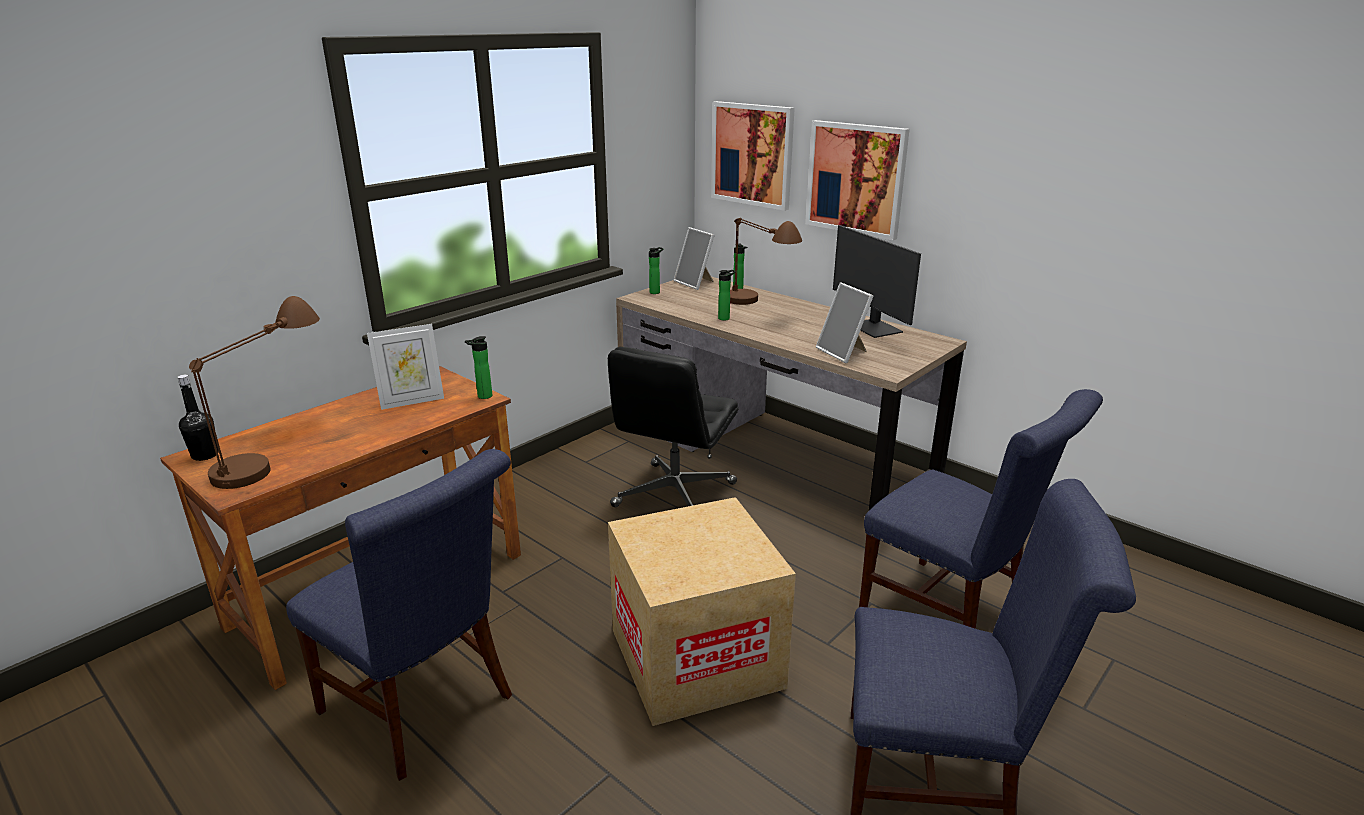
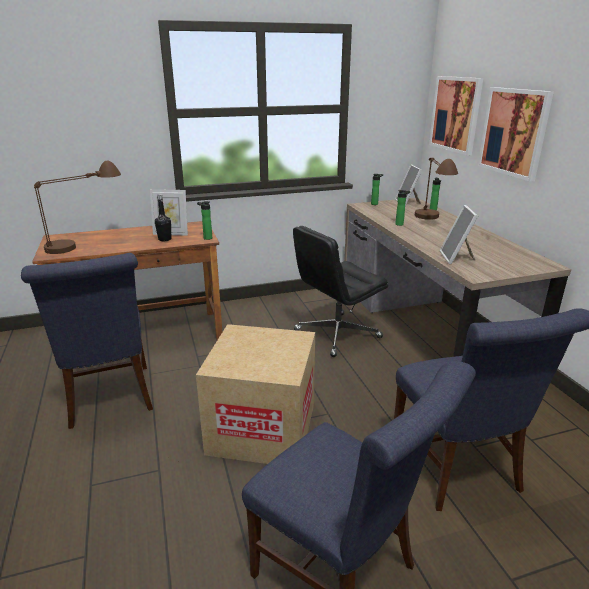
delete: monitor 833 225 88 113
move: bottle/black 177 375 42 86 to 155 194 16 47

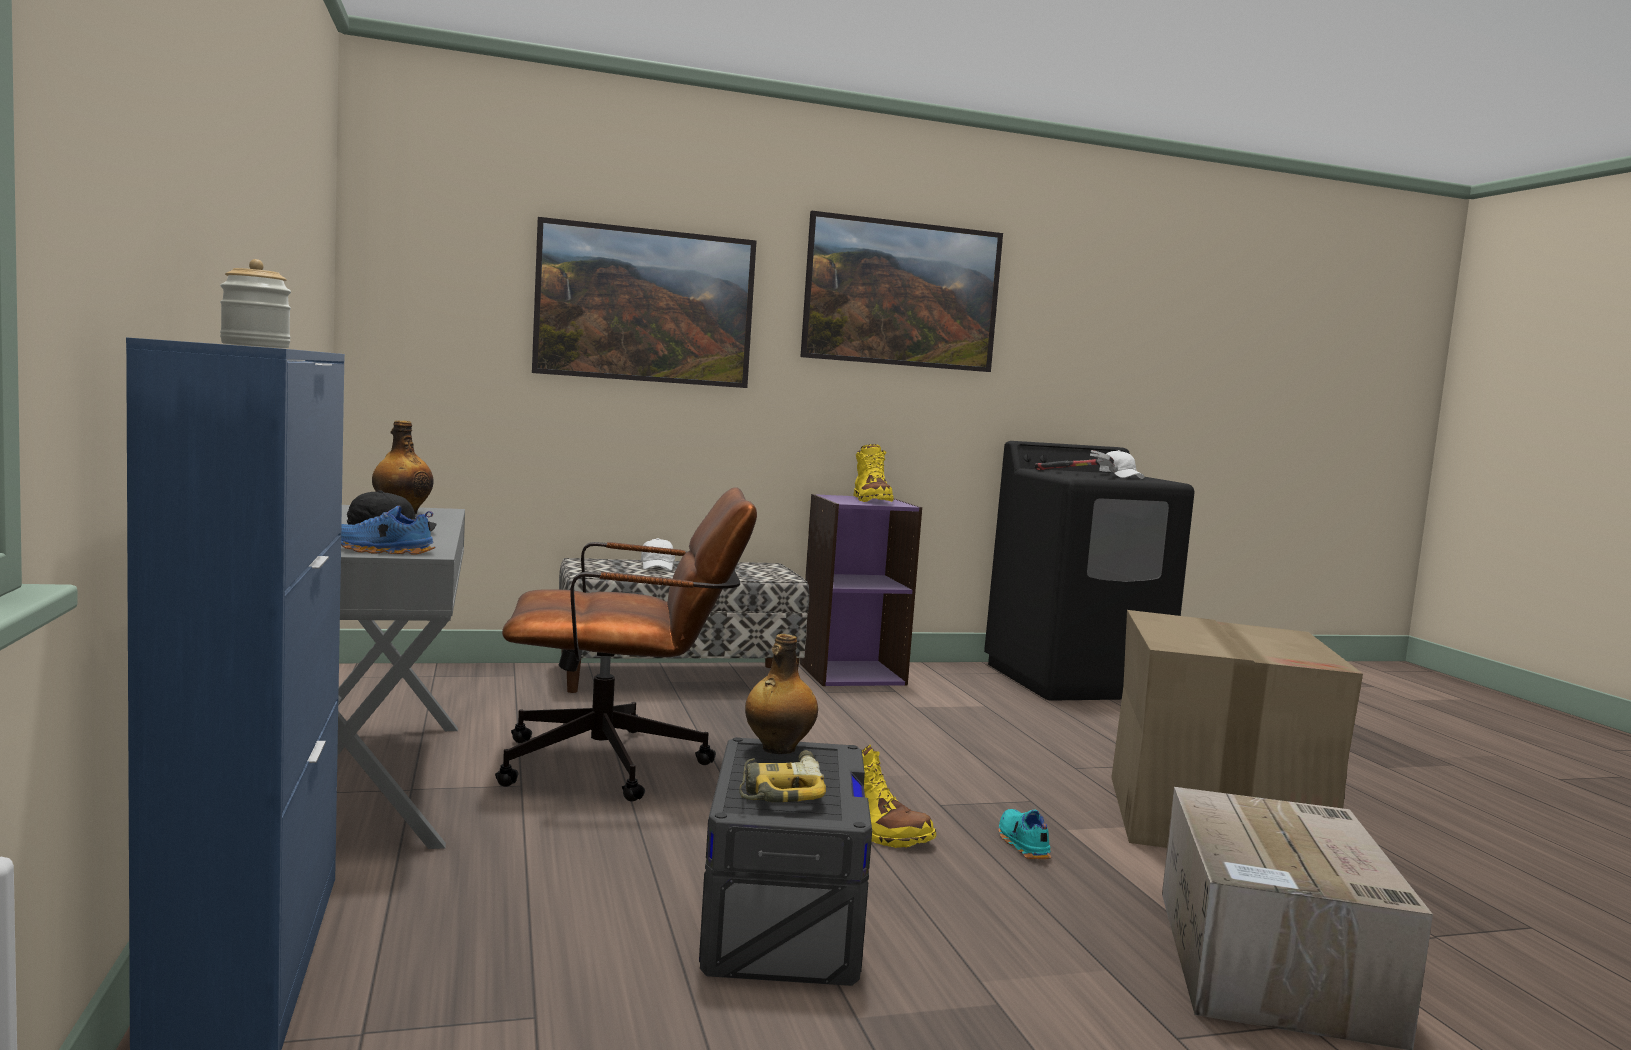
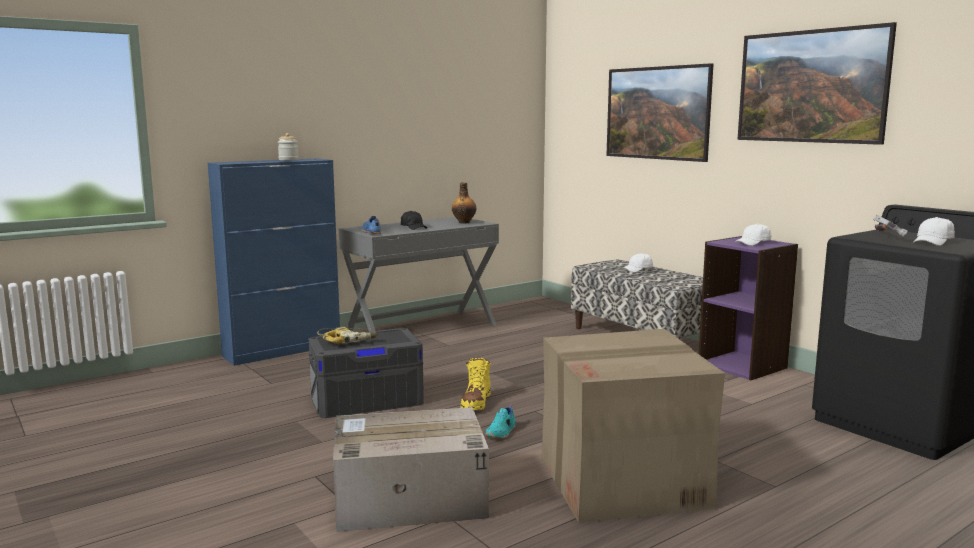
delete: office chair/brown 495 487 262 315; bottle 745 634 73 120
replace: boot/yellow 853 444 41 58 to cap/white 735 224 36 22
rotate: shoe/turquoise 999 809 52 50 = 485 405 31 34 150 degrees clockwise

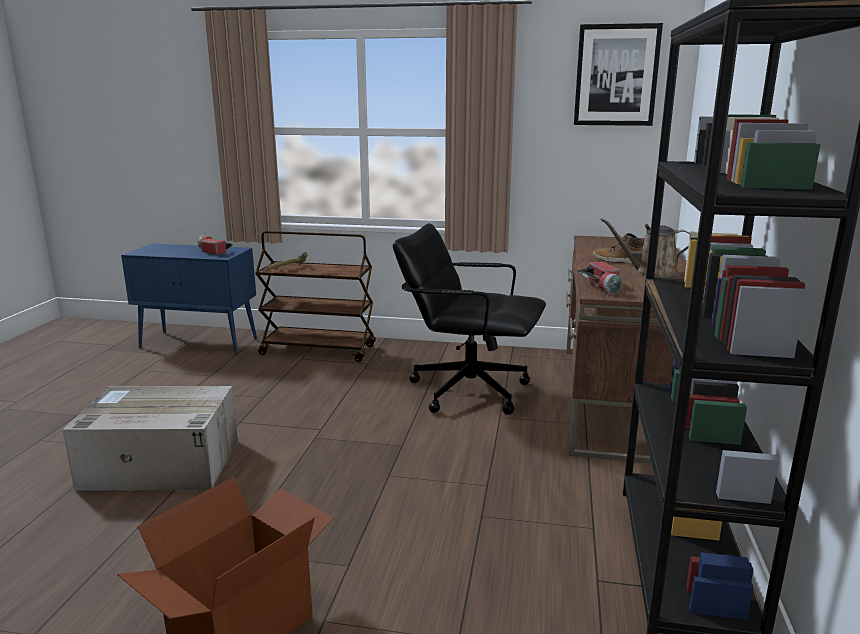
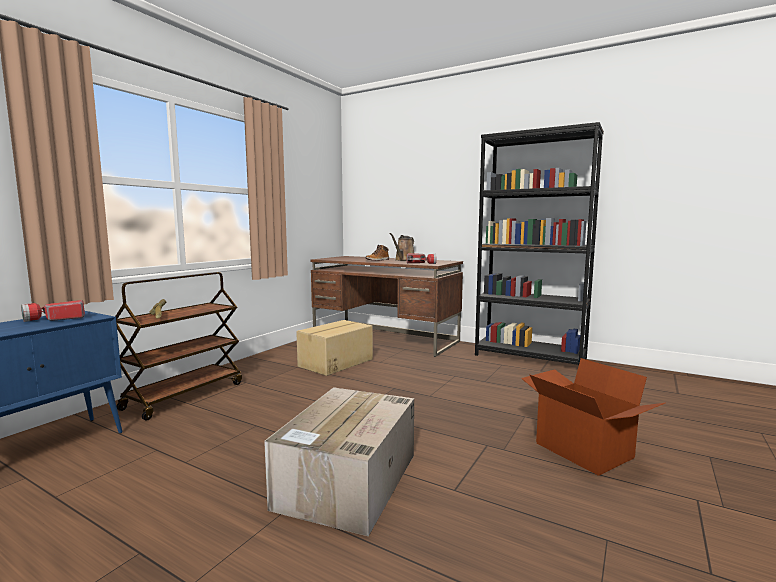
delete: picture 574 23 89 103
replace: office chair/black 393 223 153 192 to cardboard box 296 320 77 56

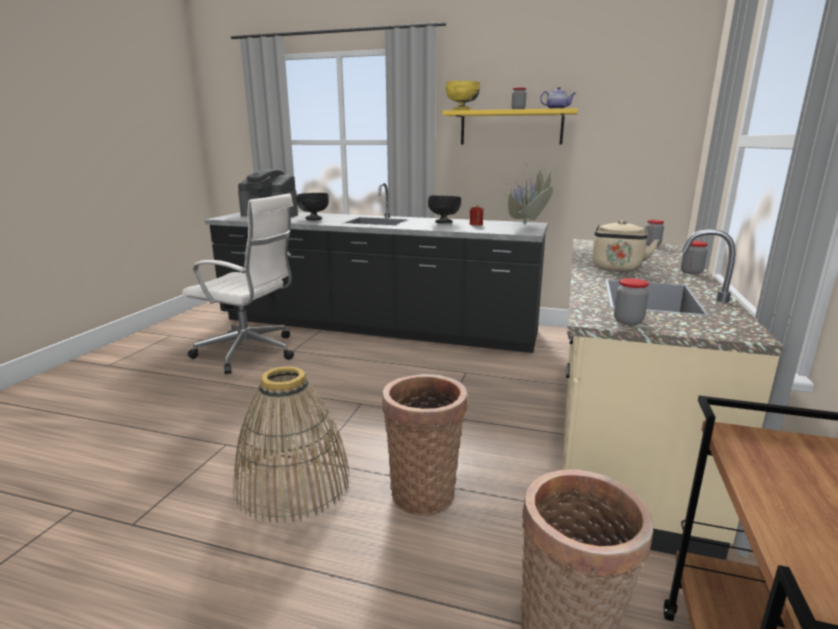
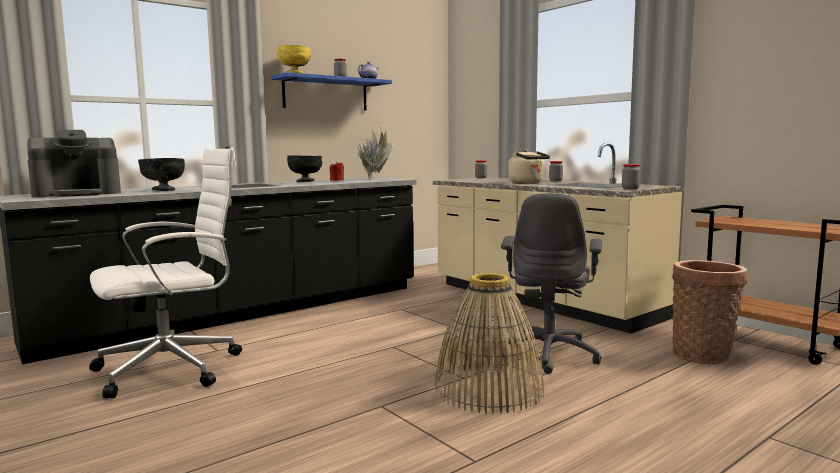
replace: basket 382 374 85 142 to office chair/grey 499 193 103 181
recolor: shelf/yellow 442 108 136 37 to shelf/blue 271 72 121 39

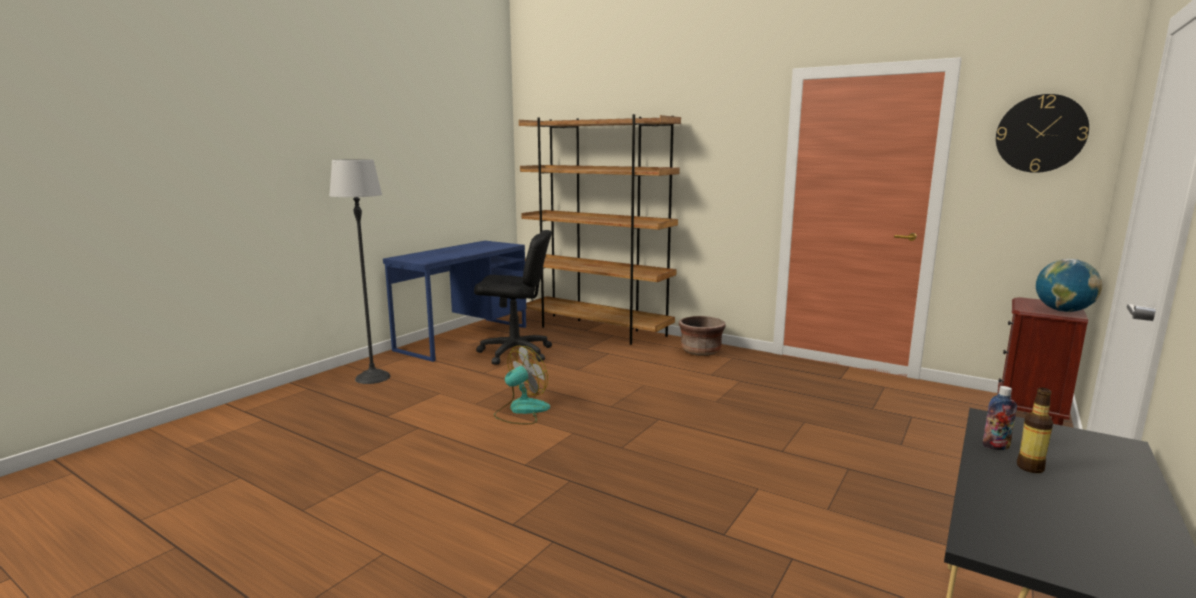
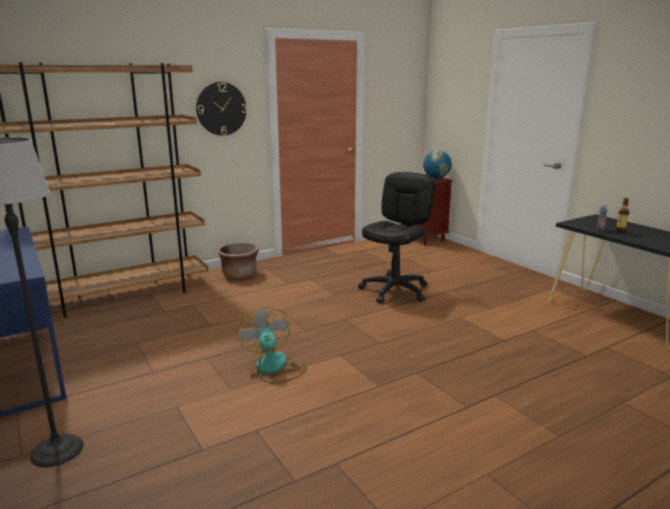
move: office chair/black 474 230 78 135 to 358 172 77 131; wall clock 996 94 93 79 to 196 82 51 54

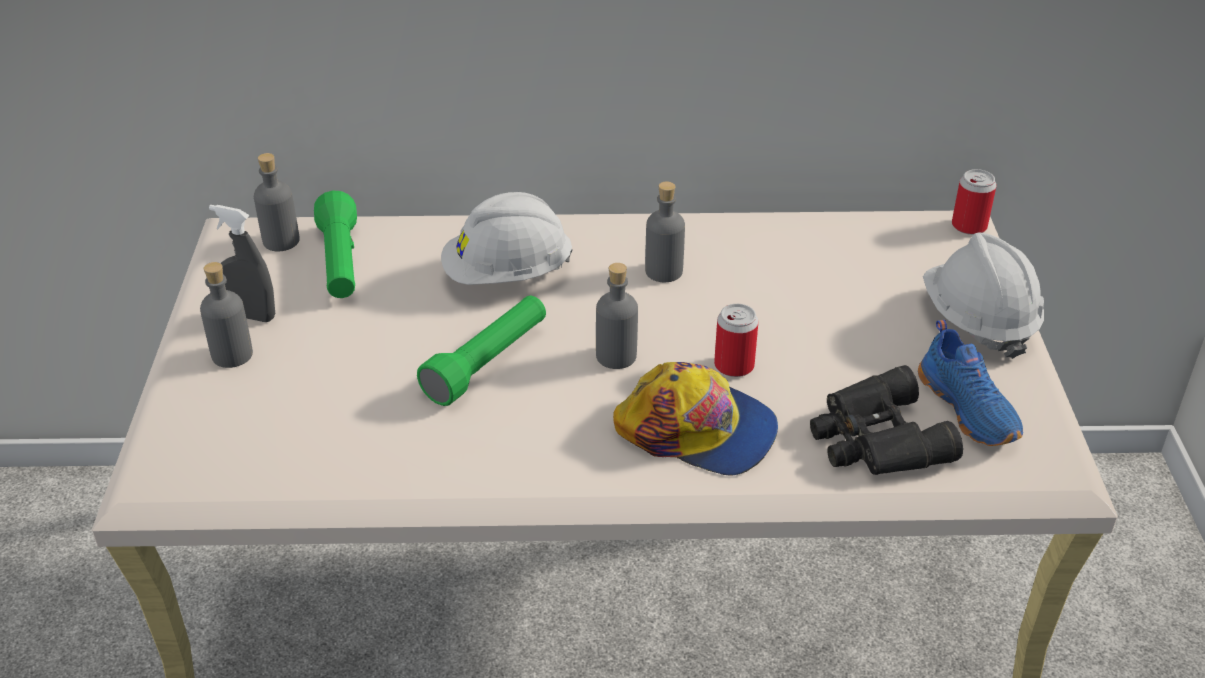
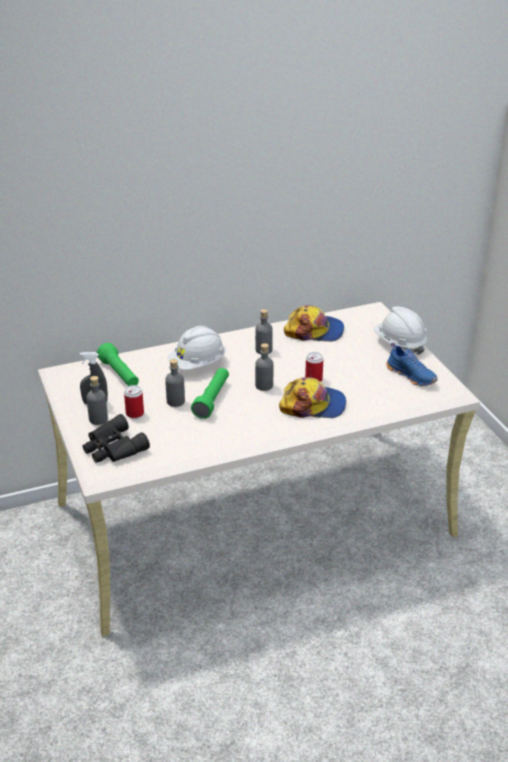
insert: cap 284 305 60 37
move: bottle/grey 254 153 46 98 to 165 359 20 48; binoculars/black 810 365 153 110 to 83 414 67 49; can 952 169 44 66 to 124 385 20 33

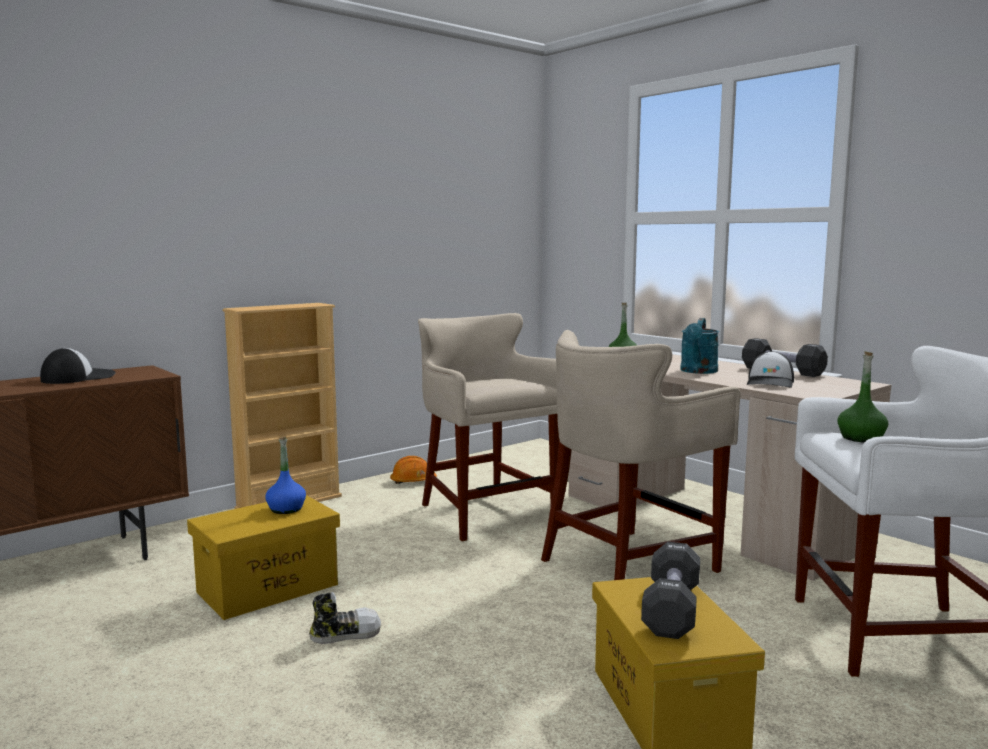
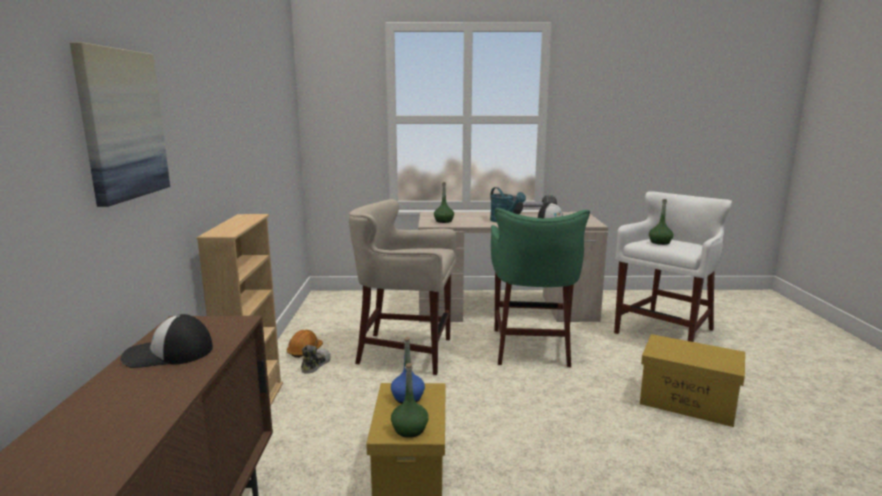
delete: dumbbell/black 641 542 59 97
insert: picture 70 42 100 165; bottle/green 391 363 38 75
move: shoe 309 592 72 52 to 301 345 30 28
recolor: stool/beige 541 330 200 250 to stool/green 491 208 99 159
rotate: cap 40 348 76 36 = 121 314 92 54 90 degrees counterclockwise

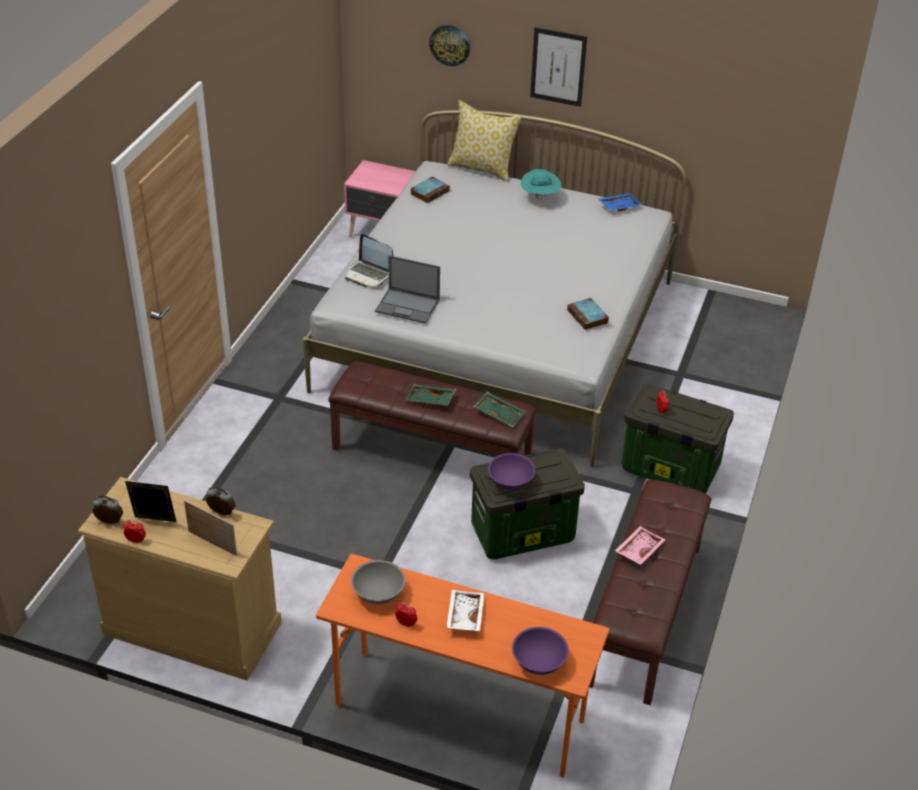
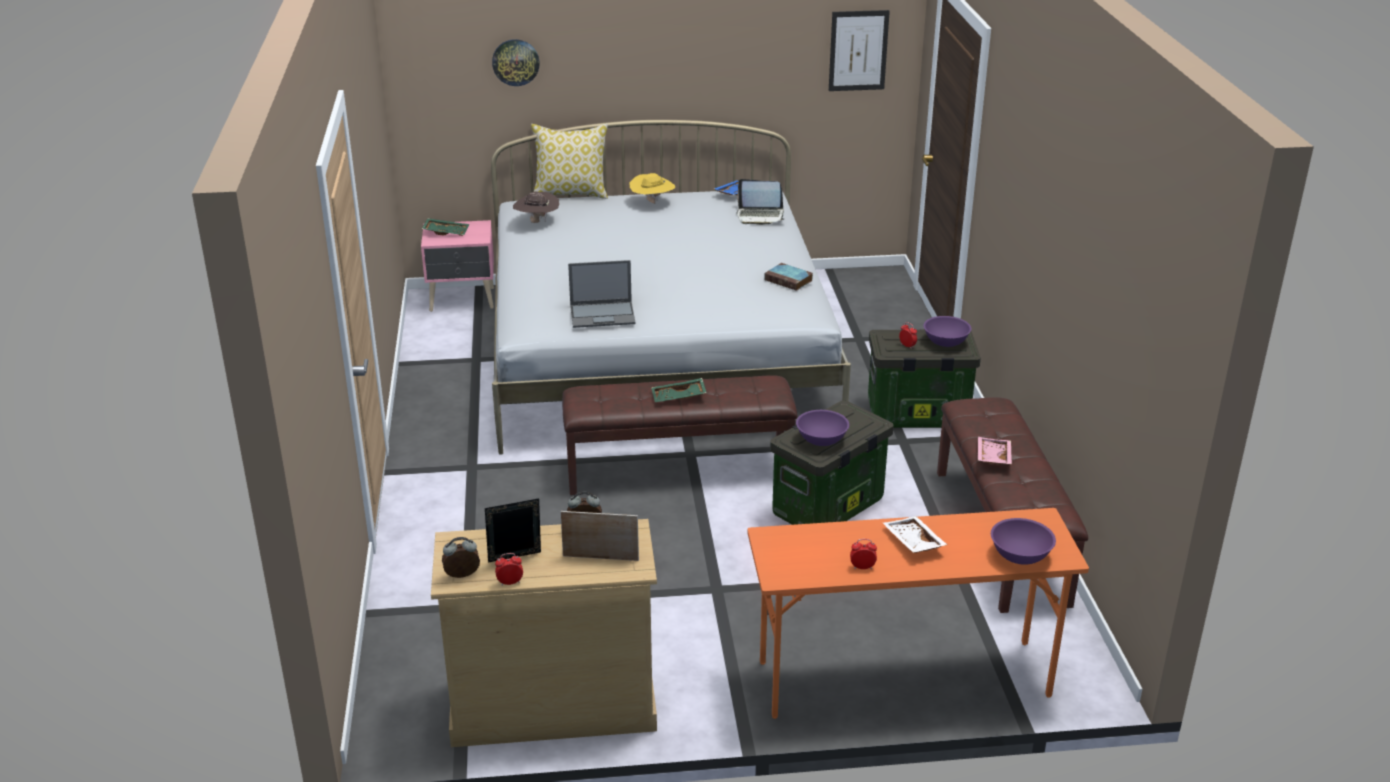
delete: bowl/grey 351 560 54 44
insert: bowl/purple 923 316 48 31
move: laptop 345 234 48 53 to 737 179 47 46; tray/green 473 392 53 35 to 422 218 47 18; picture 530 27 57 80 to 829 10 61 81
replace: book 410 177 40 26 to hat/brown 513 192 47 31
recolor: hat/turquoise 521 169 40 31 to hat/yellow 630 173 45 31

